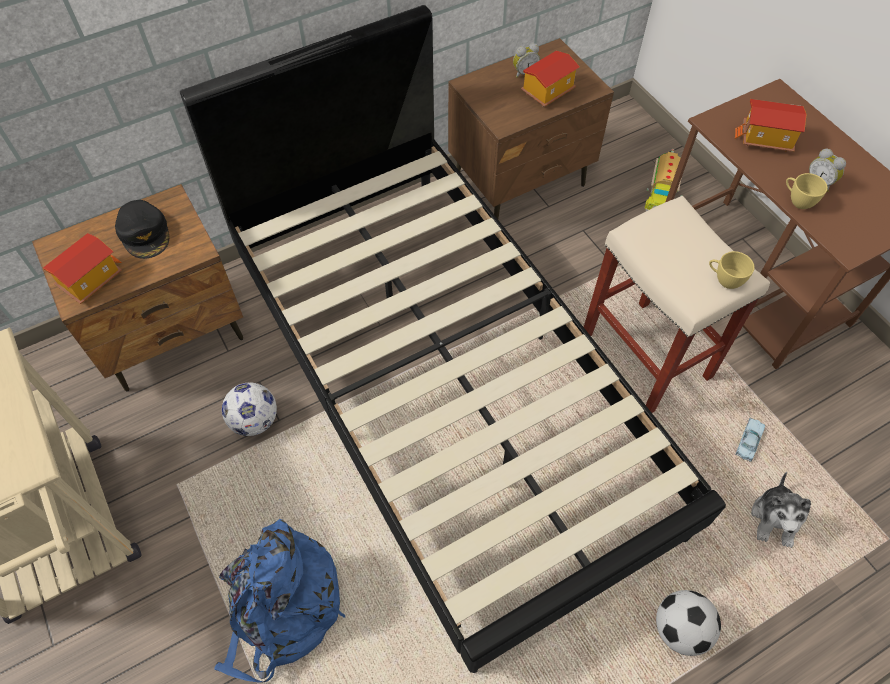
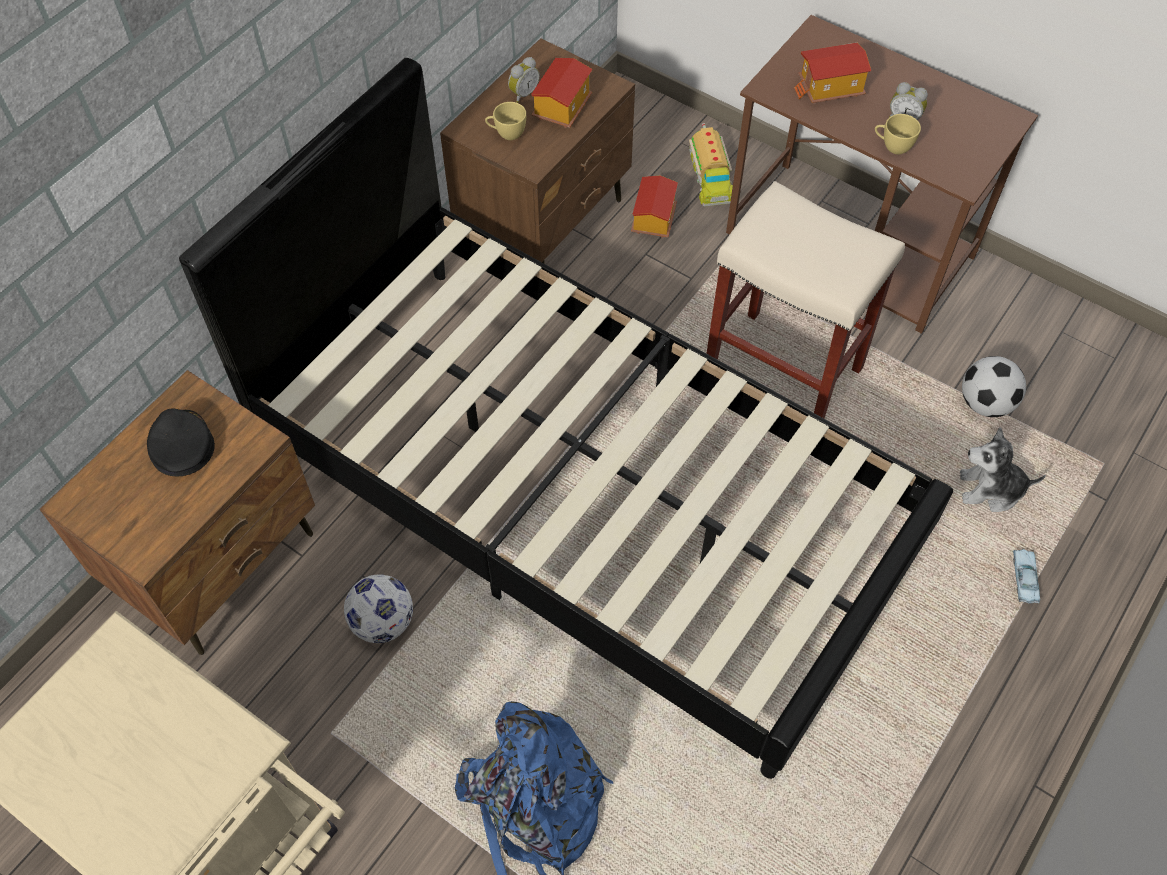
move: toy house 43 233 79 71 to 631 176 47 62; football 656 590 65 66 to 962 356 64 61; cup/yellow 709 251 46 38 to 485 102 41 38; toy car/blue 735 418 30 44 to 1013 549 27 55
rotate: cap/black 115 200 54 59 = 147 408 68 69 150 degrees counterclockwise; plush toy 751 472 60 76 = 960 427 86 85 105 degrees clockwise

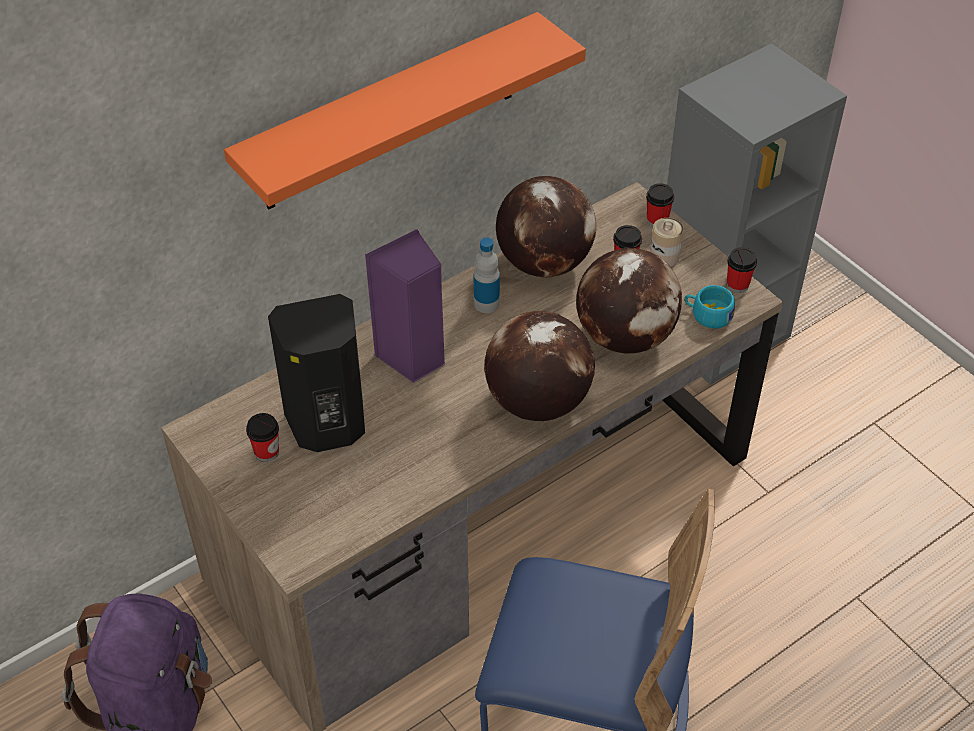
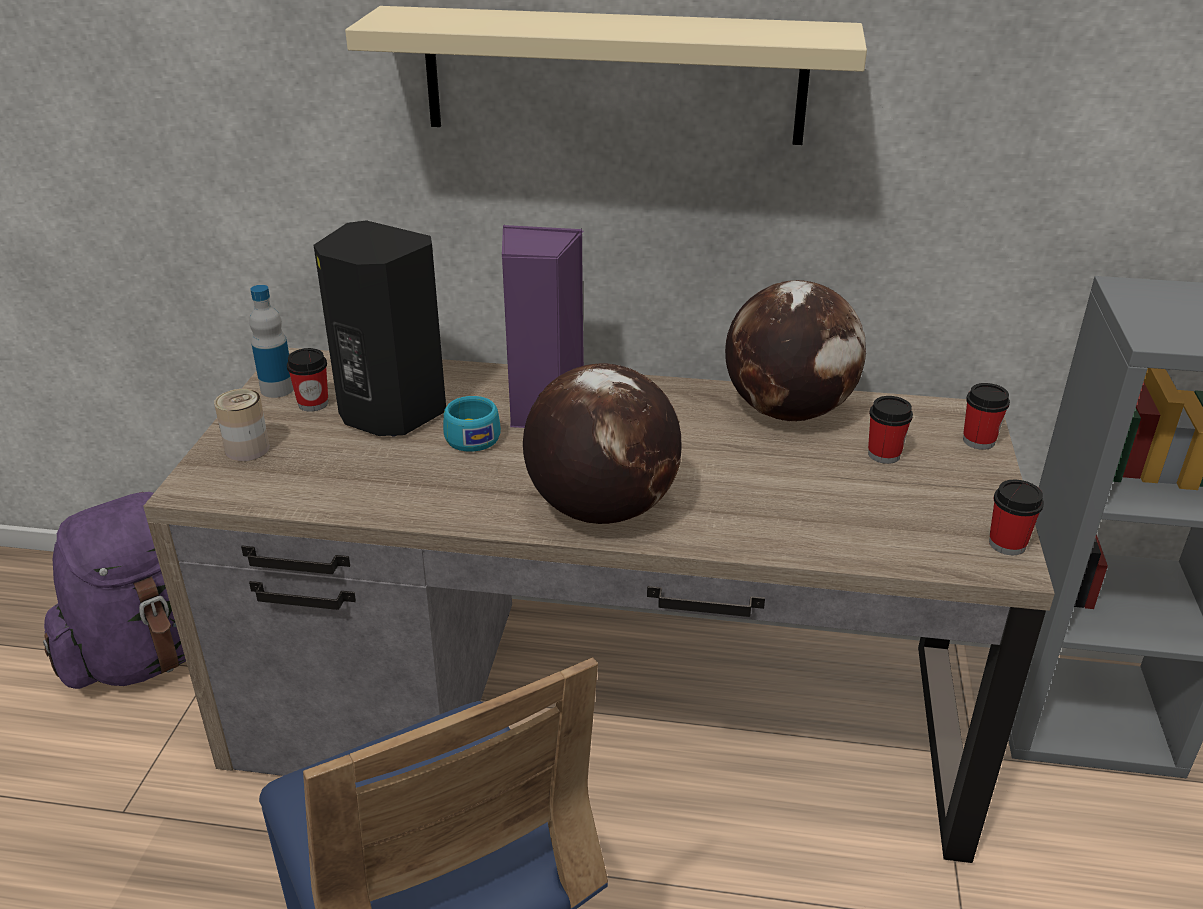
delete: globe 576 248 106 106
move: bottle 474 237 26 76 to 249 285 45 113; can 650 218 33 49 to 214 389 56 72; cup/turquoise 684 285 51 44 to 443 396 58 56
recolor: shelf/orange 224 12 362 198 to shelf/beige 345 6 522 139

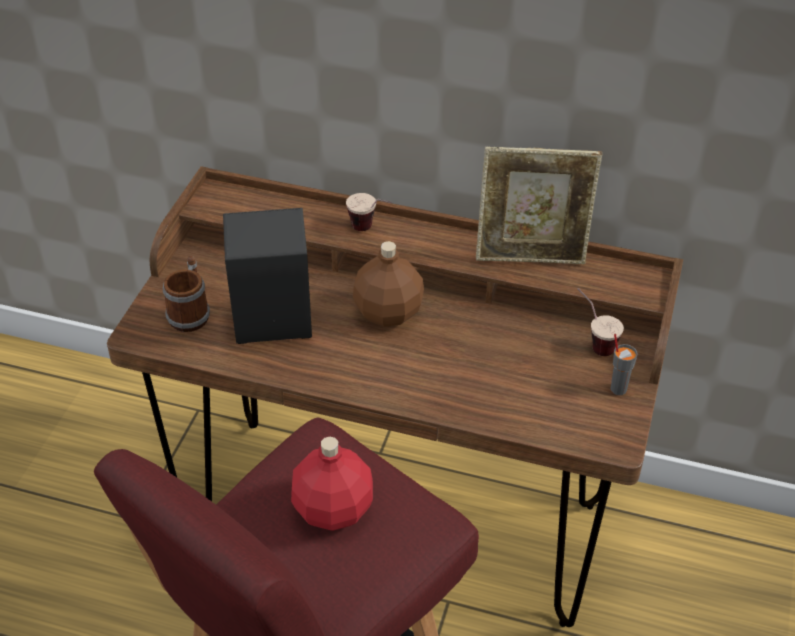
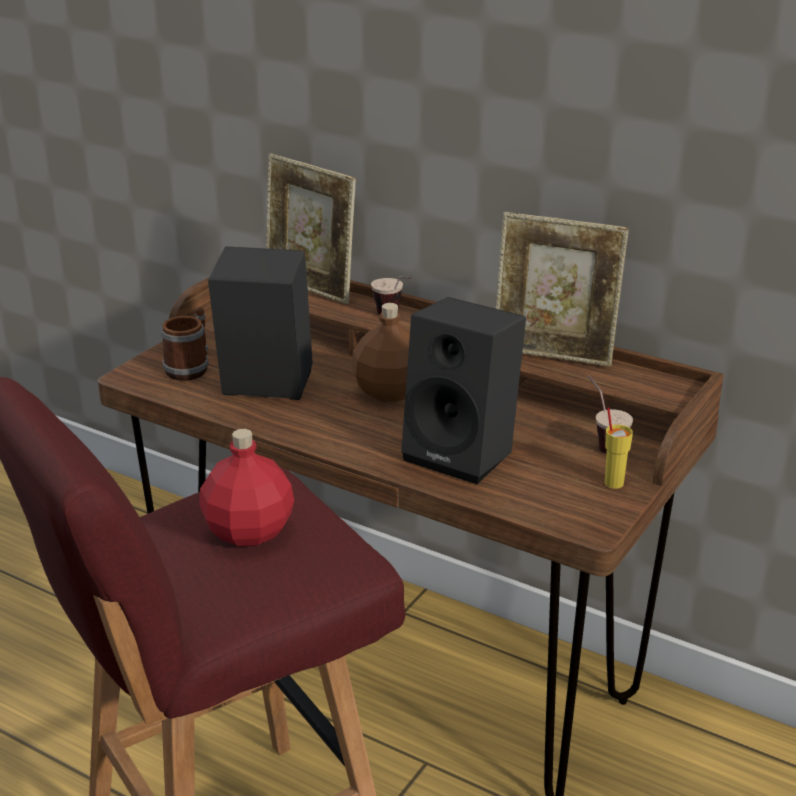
insert: picture frame 266 153 90 151; speaker/black 401 297 125 188
recolor: cup/grey 611 334 27 61 to cup/yellow 605 407 28 82

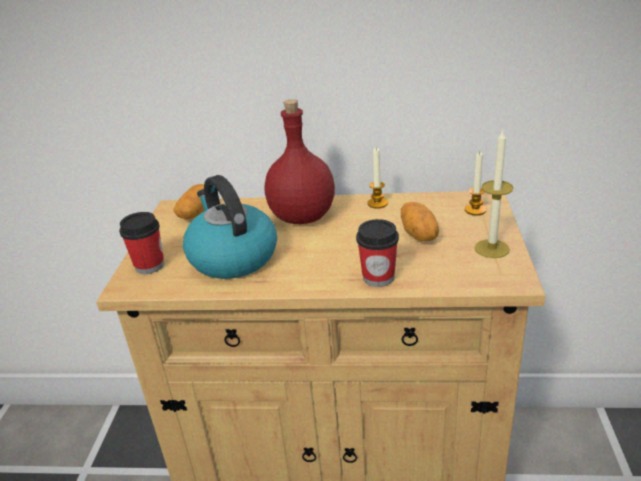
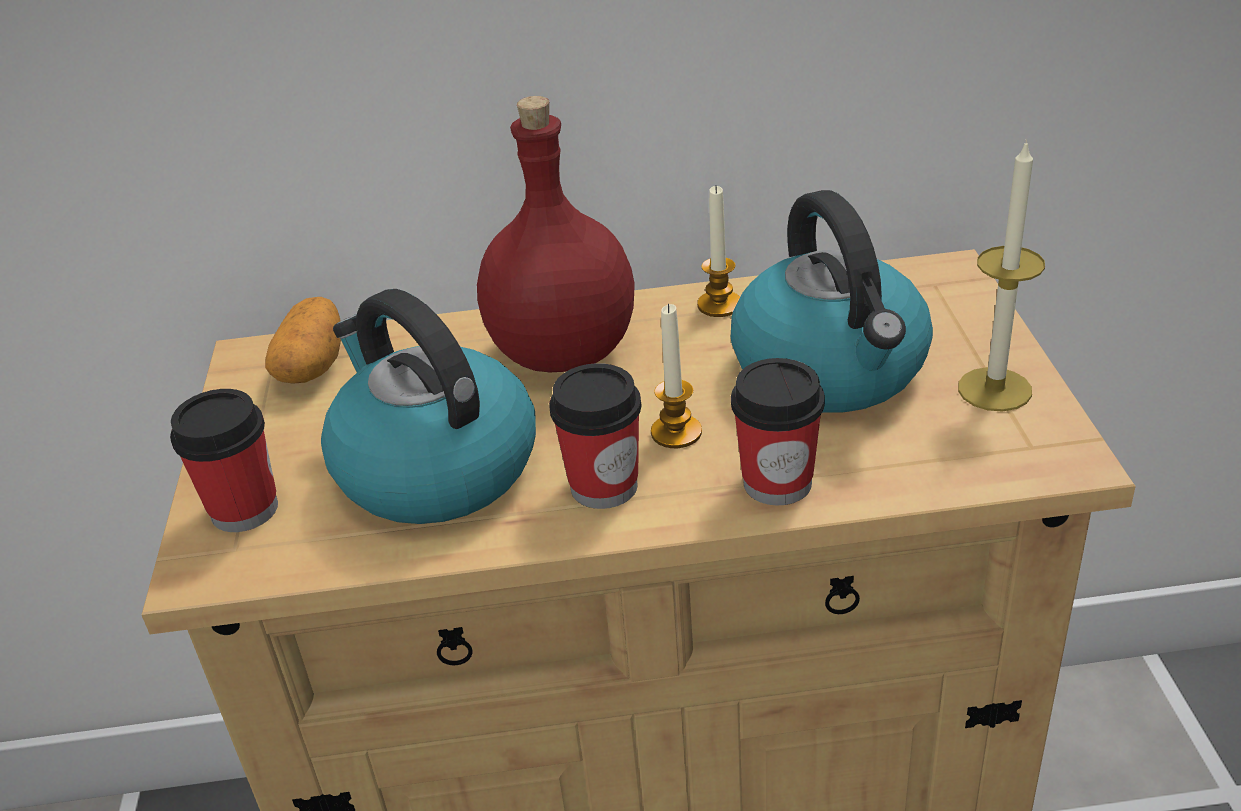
insert: cup 549 363 93 146
move: candle 465 152 22 64 to 651 304 51 144
replace: potato 401 202 38 40 to kettle 731 190 202 223

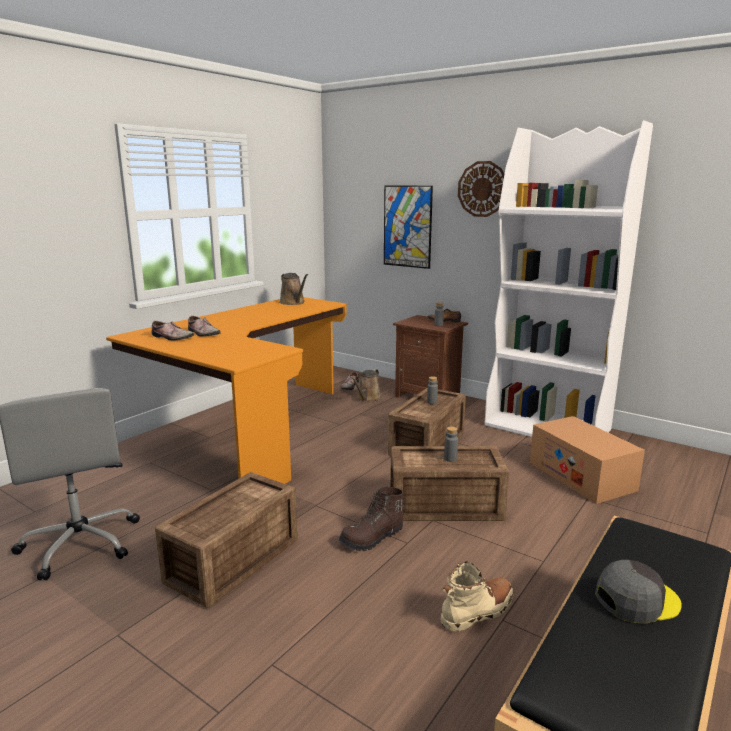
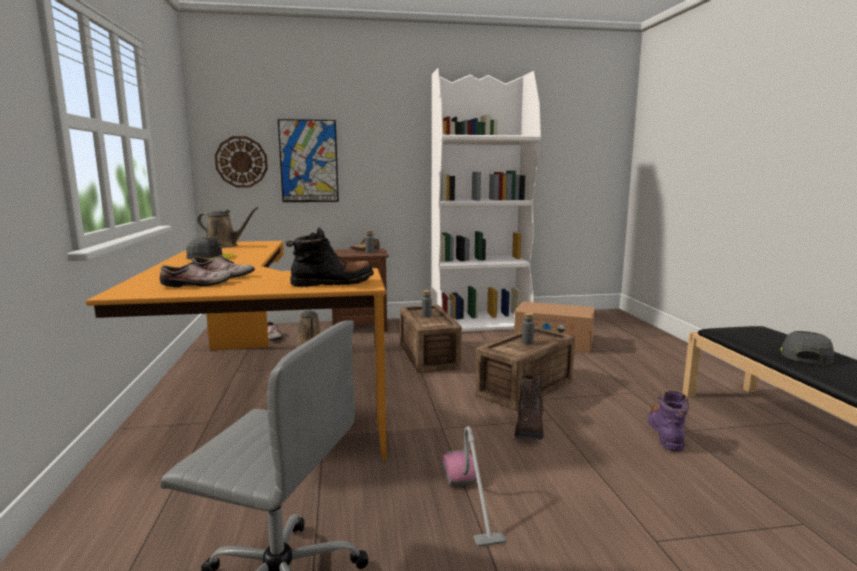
insert: cap/grey 186 237 49 23; boot/black 285 227 89 61
move: wall clock 458 161 46 56 to 215 136 53 51
replace: crate 155 472 142 136 to vacuum cleaner 442 426 64 121
recolor: boot/beige 441 561 72 71 to boot/purple 648 391 41 61

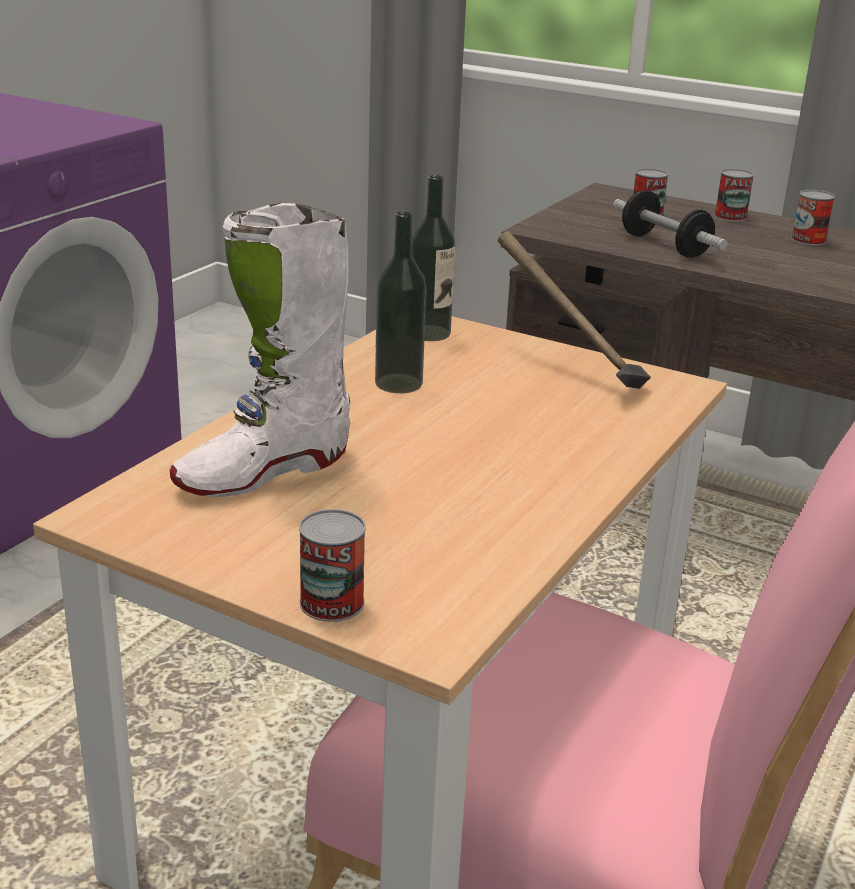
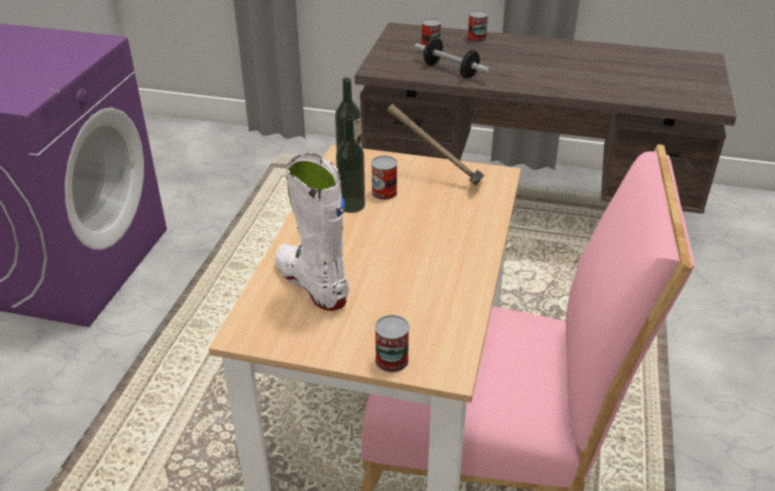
move: can 791 190 44 55 to 371 156 26 44
rotate: boot/white 169 203 182 294 = 275 152 75 159 105 degrees clockwise

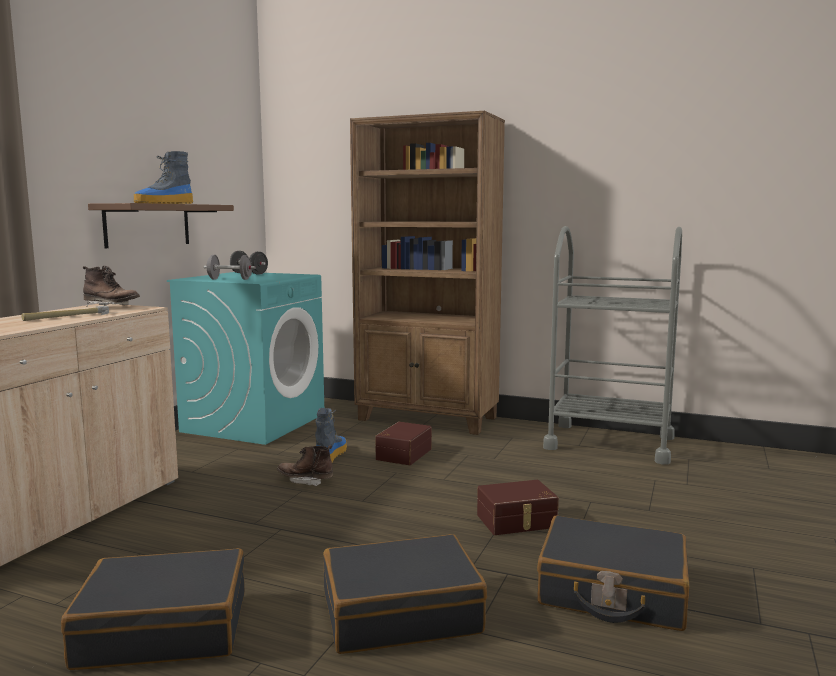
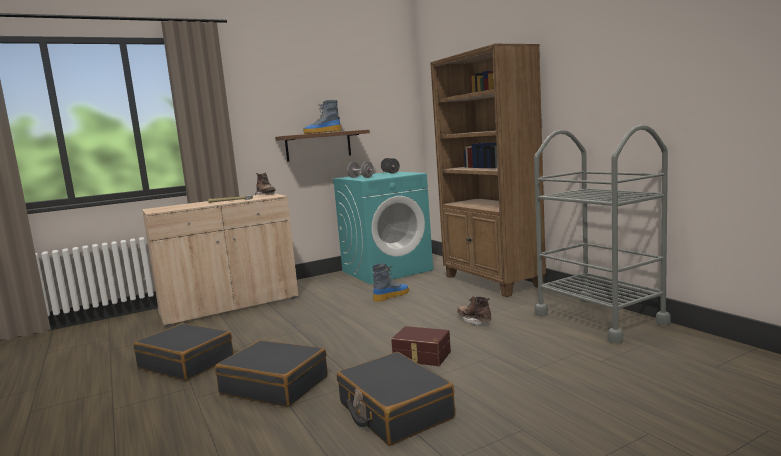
delete: storage box/brown 375 422 57 43
move: boot/brown 277 445 56 41 to 457 296 34 30

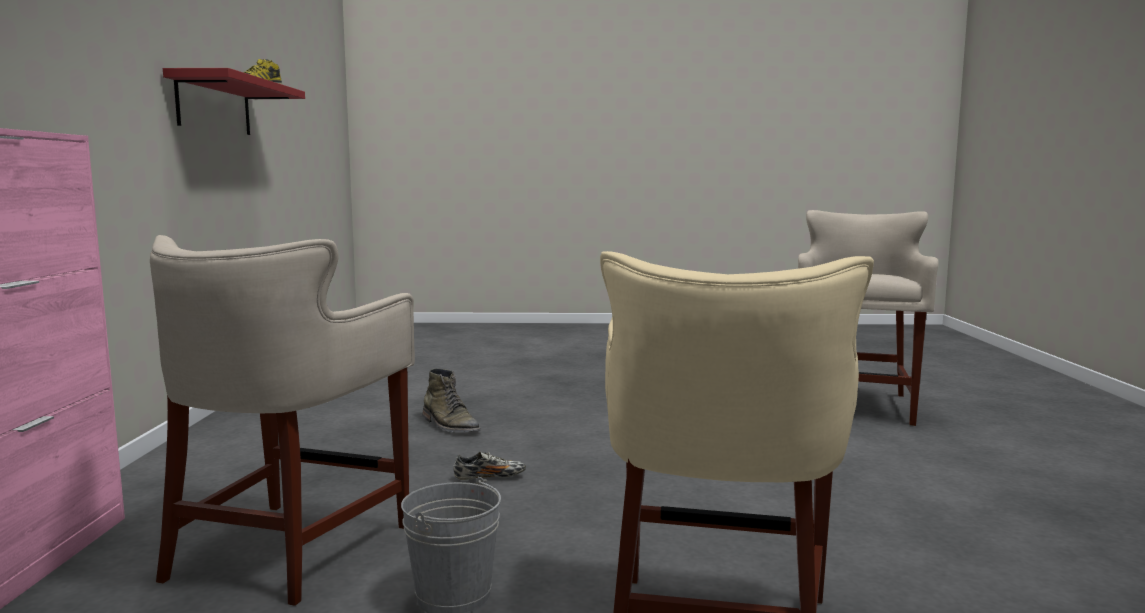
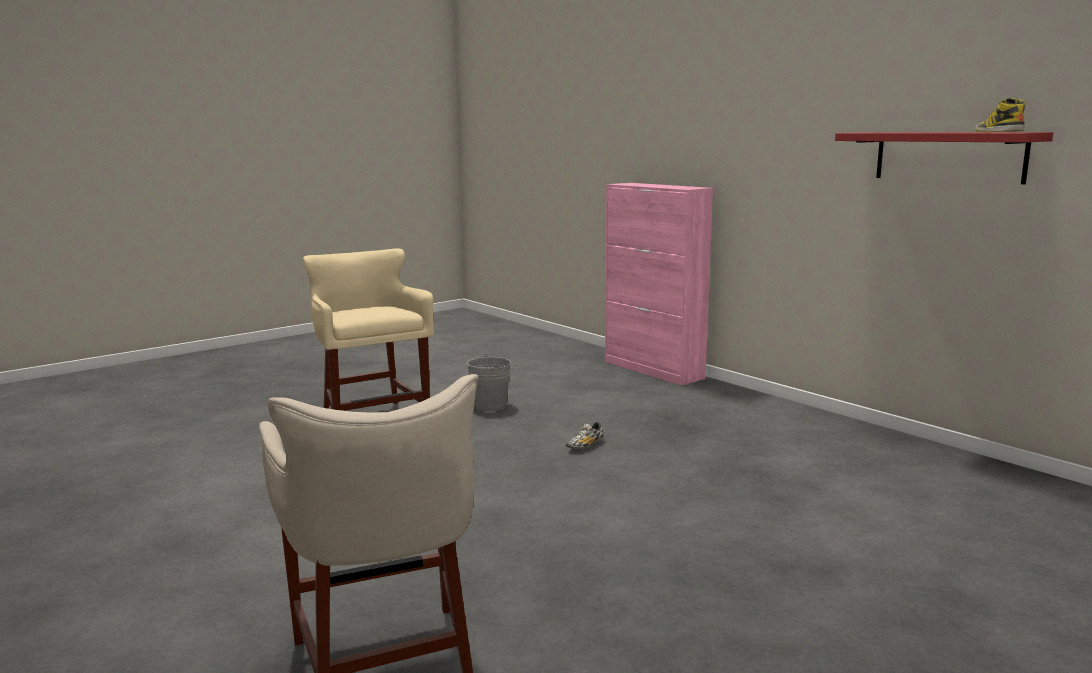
delete: stool/beige 150 235 265 371; boot/green 422 368 59 64

